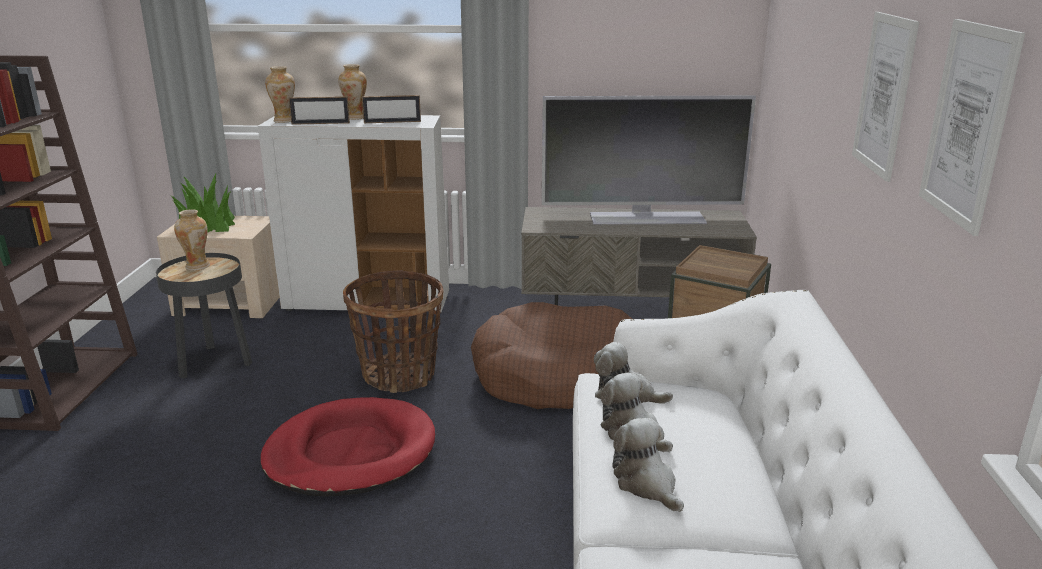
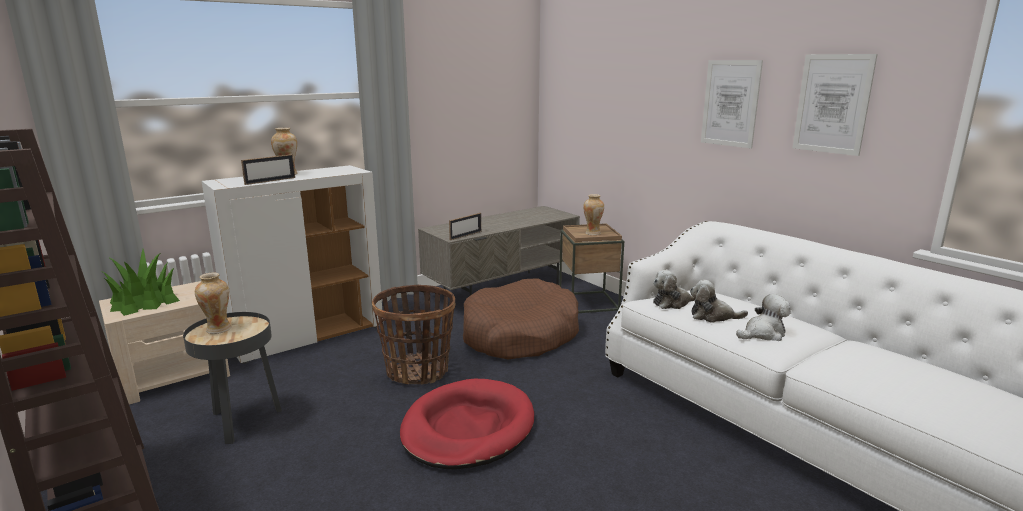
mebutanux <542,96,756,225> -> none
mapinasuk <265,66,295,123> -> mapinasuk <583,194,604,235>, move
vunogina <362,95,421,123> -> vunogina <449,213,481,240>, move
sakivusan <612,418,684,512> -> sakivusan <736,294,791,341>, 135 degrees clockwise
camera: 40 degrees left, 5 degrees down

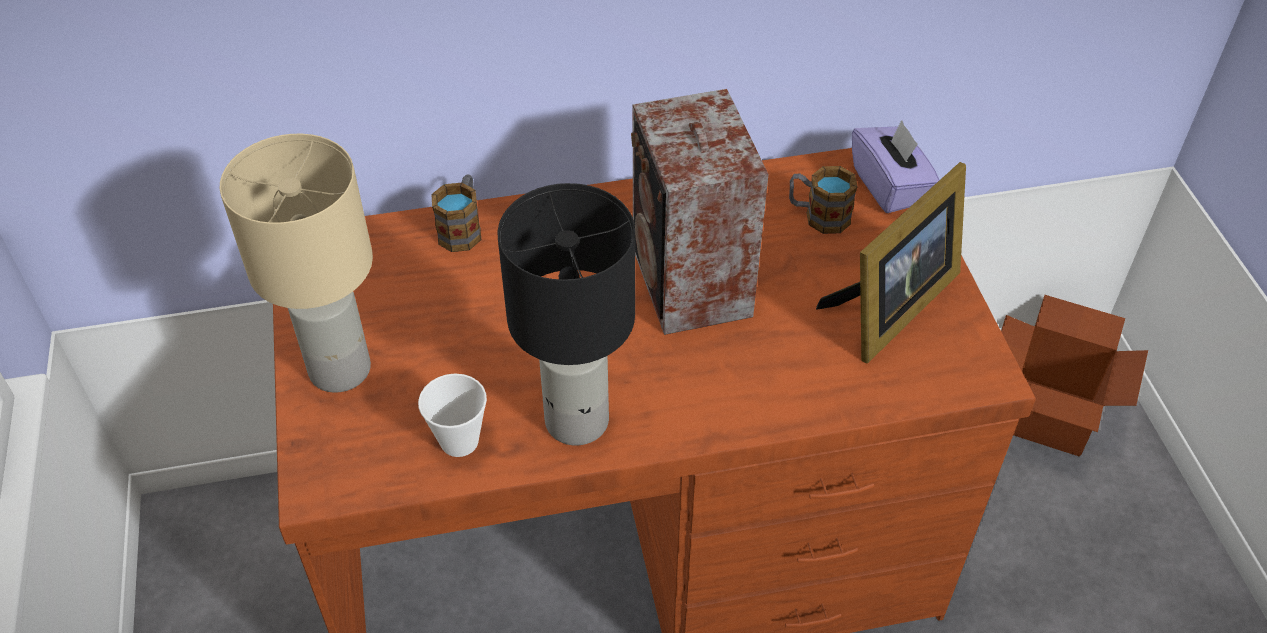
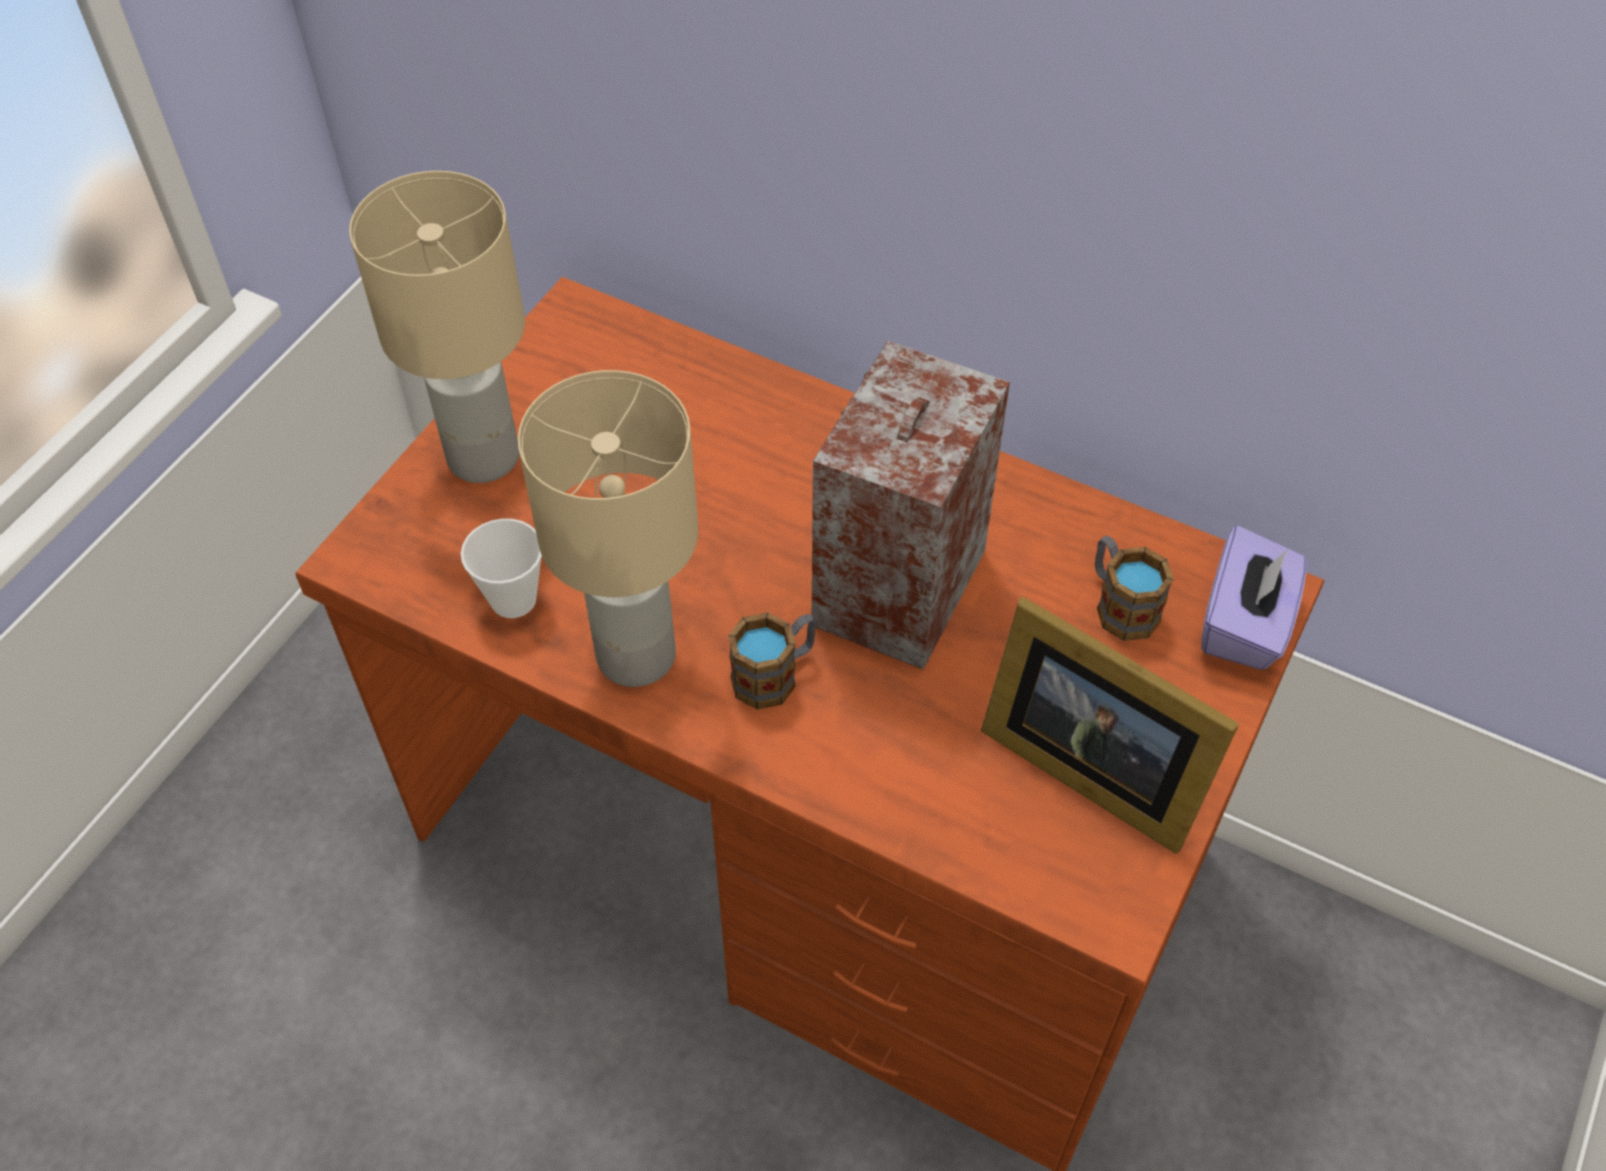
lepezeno <1001,295,1148,457> -> none
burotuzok <431,175,481,252> -> burotuzok <728,613,816,709>, move
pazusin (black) <498,183,635,445> -> pazusin (beige) <518,370,698,687>
vunogina <816,162,966,363> -> vunogina <981,597,1239,854>, 45 degrees clockwise
camera: 40 degrees right, 5 degrees up

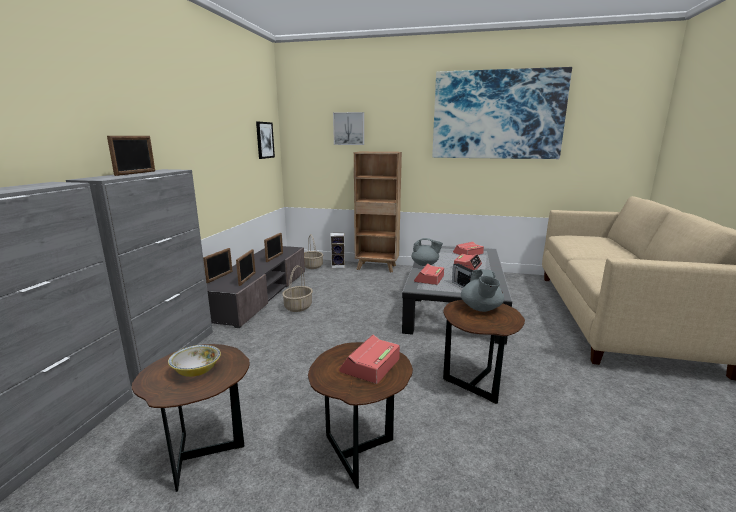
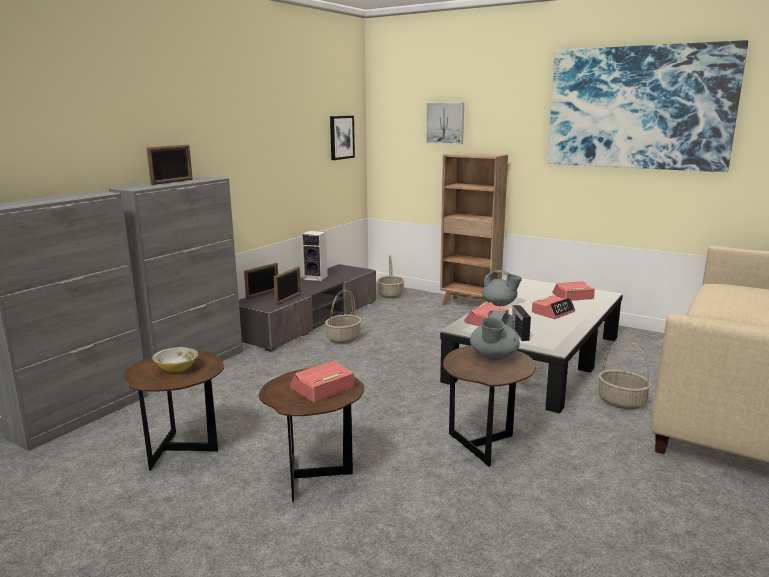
vunogina <264,233,283,262> -> none
none -> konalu <598,340,651,409>
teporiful <330,233,345,269> -> teporiful <302,231,328,281>, move
camera: 20 degrees right, 0 degrees up

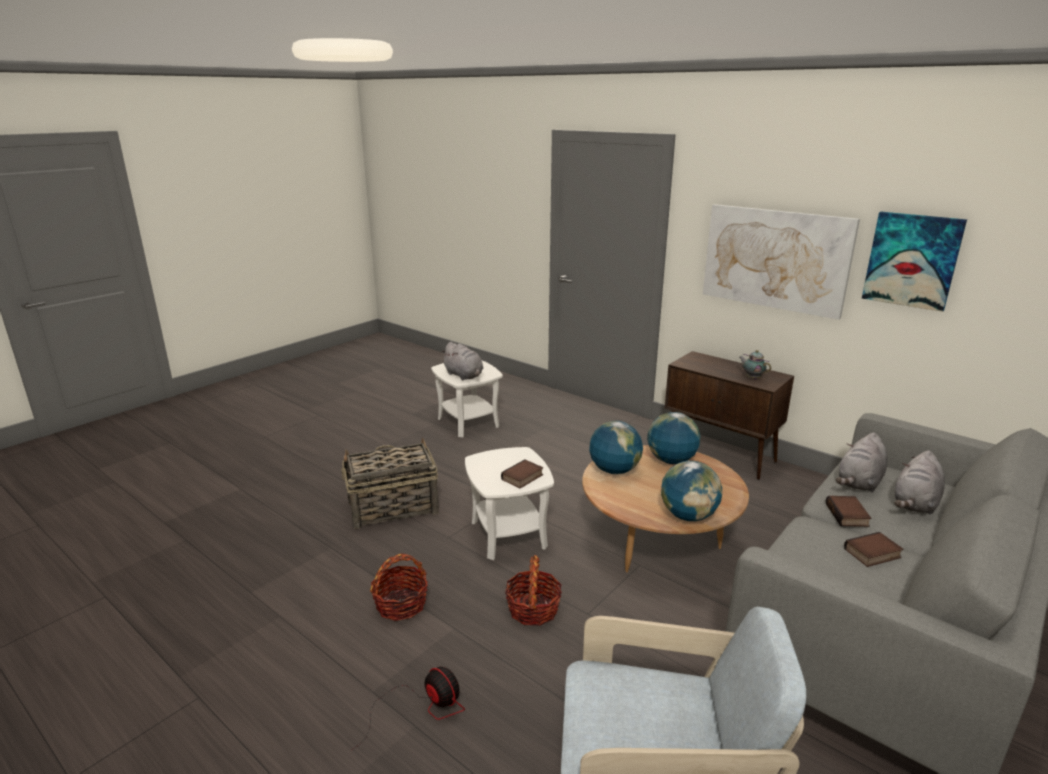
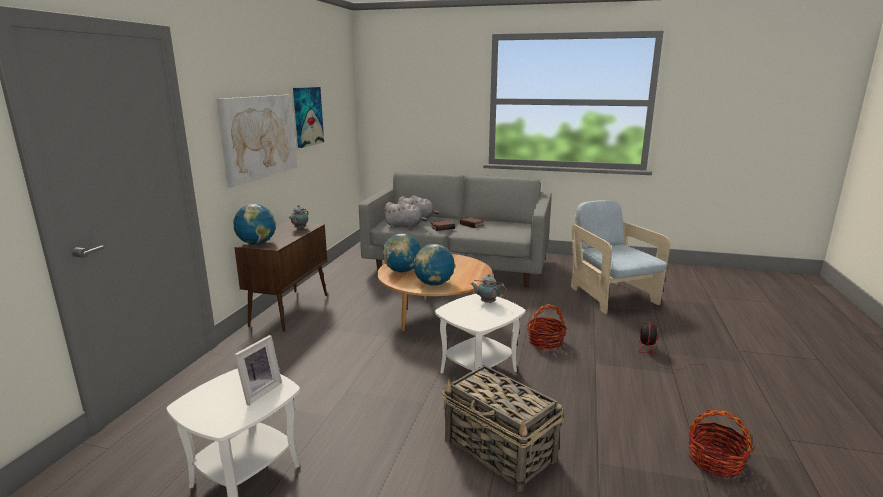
konalu <370,554,428,621> -> konalu <688,409,754,478>, move
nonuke <661,461,722,521> -> nonuke <234,204,276,245>, move
sakivusan (grey) <441,342,484,380> -> vunogina <234,335,282,406>
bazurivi <501,459,543,488> -> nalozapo <470,274,506,303>
camera: 115 degrees left, 5 degrees down

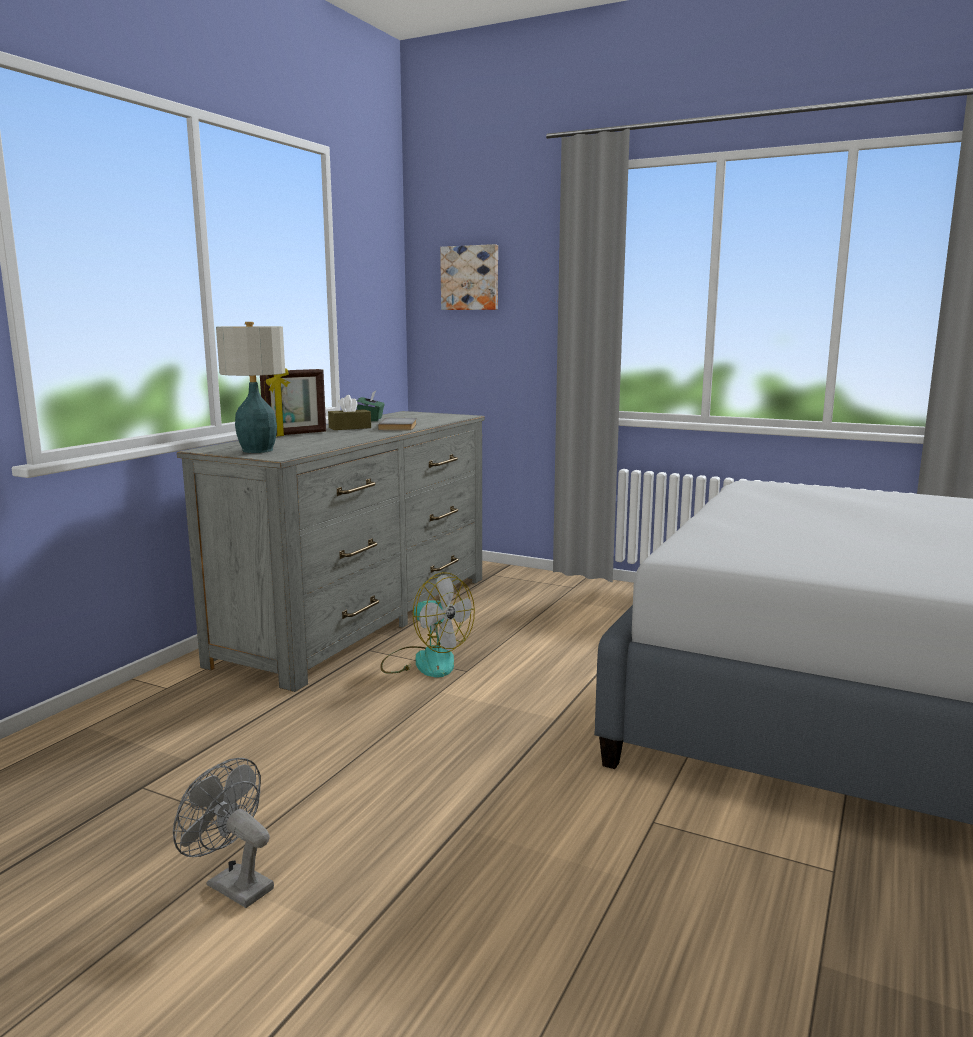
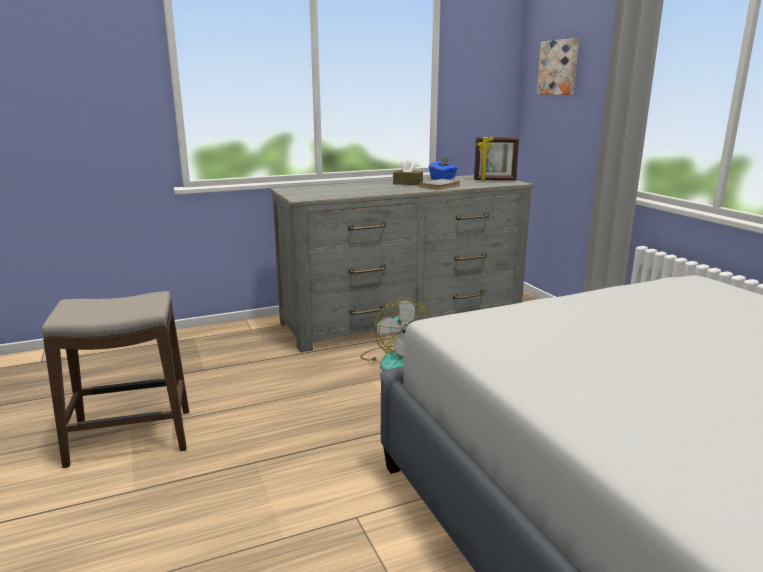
pazusin <216,322,285,453> -> none
vunogina <260,368,326,437> -> vunogina <474,136,519,181>, move
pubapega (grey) <173,758,274,908> -> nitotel <42,291,189,468>
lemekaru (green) <357,391,385,421> -> lemekaru (blue) <429,157,458,180>
camera: 40 degrees right, 5 degrees up

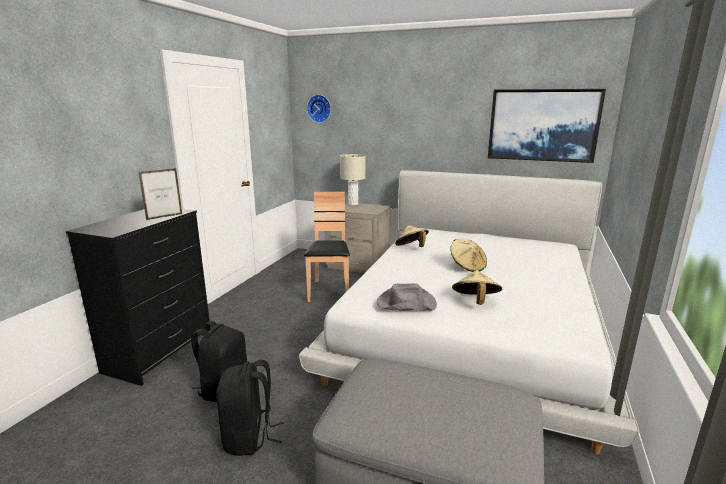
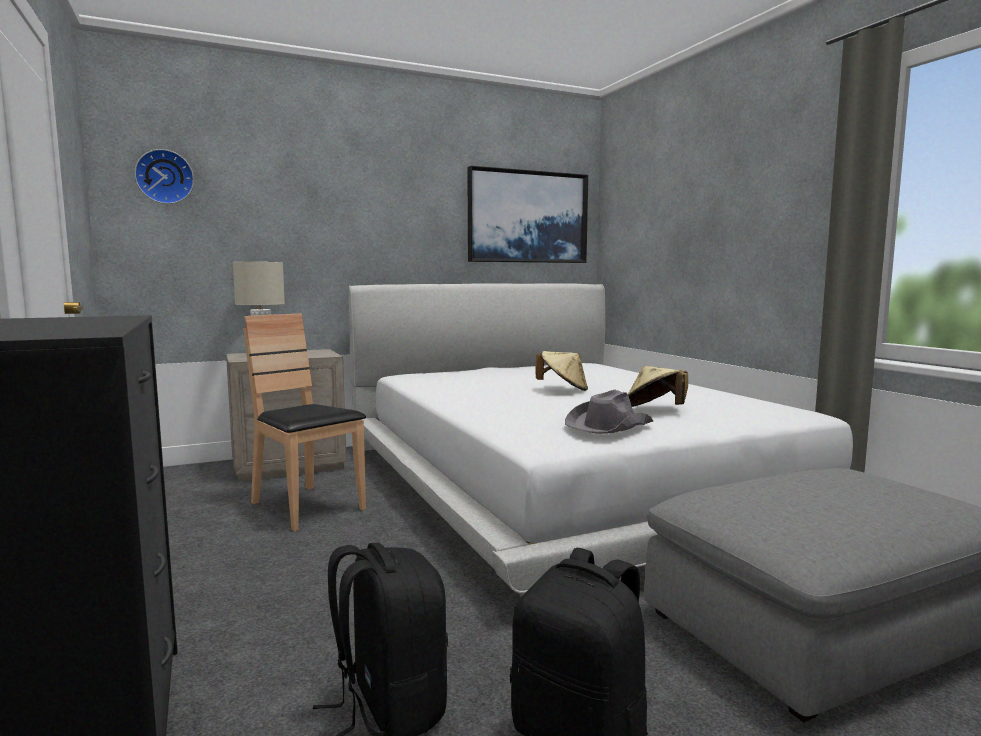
vunogina <138,168,182,220> -> none
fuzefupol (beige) <395,225,429,247> -> none
camera: 45 degrees left, 10 degrees down

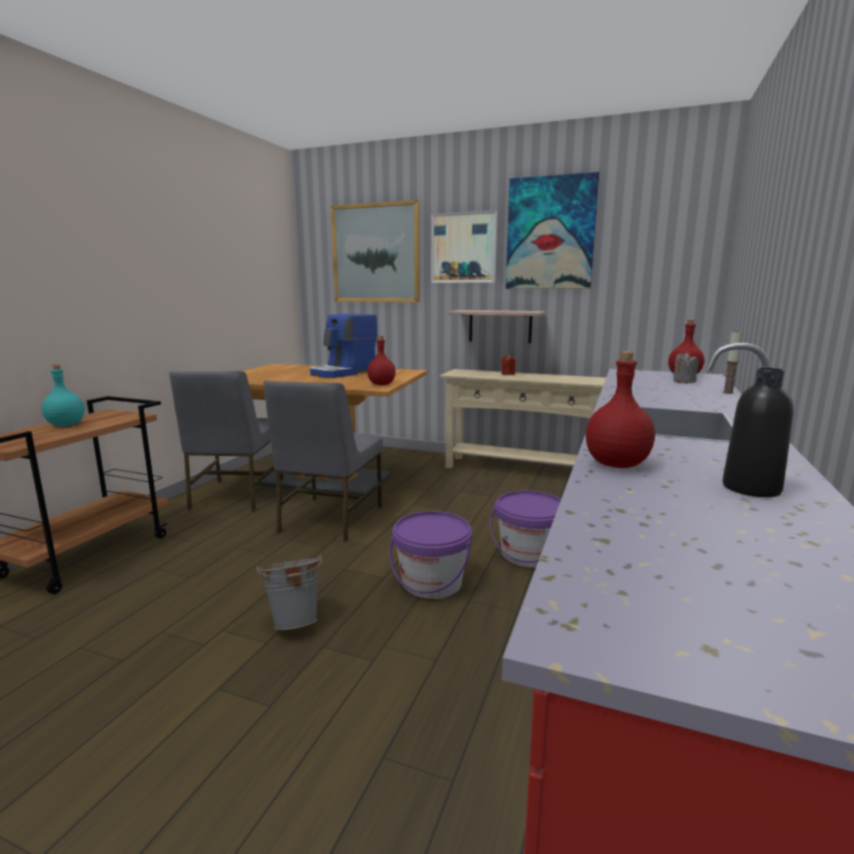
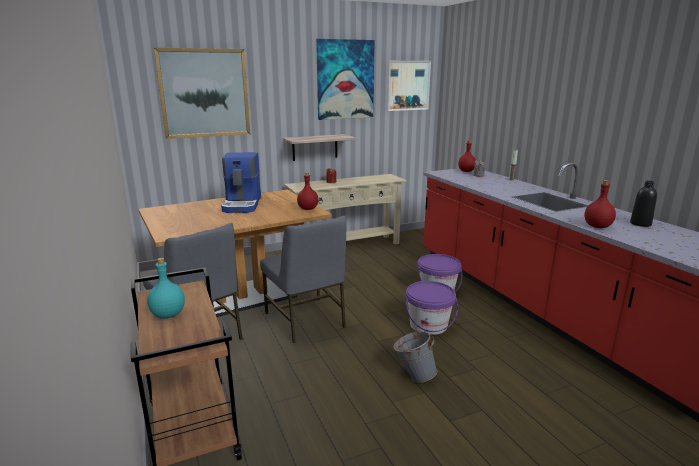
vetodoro <431,210,498,283> -> vetodoro <387,61,431,111>, move
camera: 45 degrees left, 5 degrees up

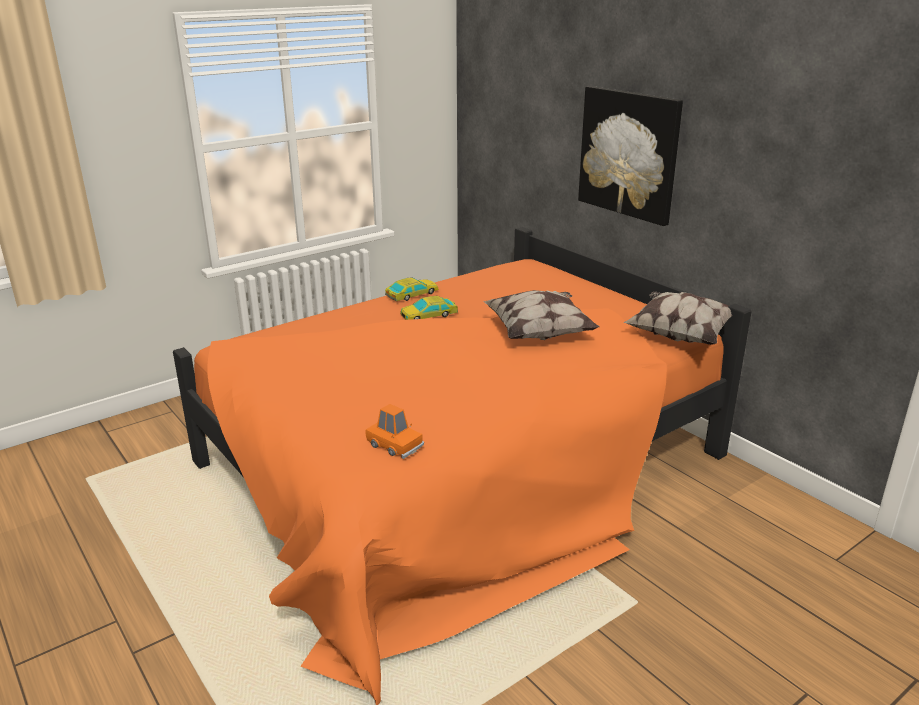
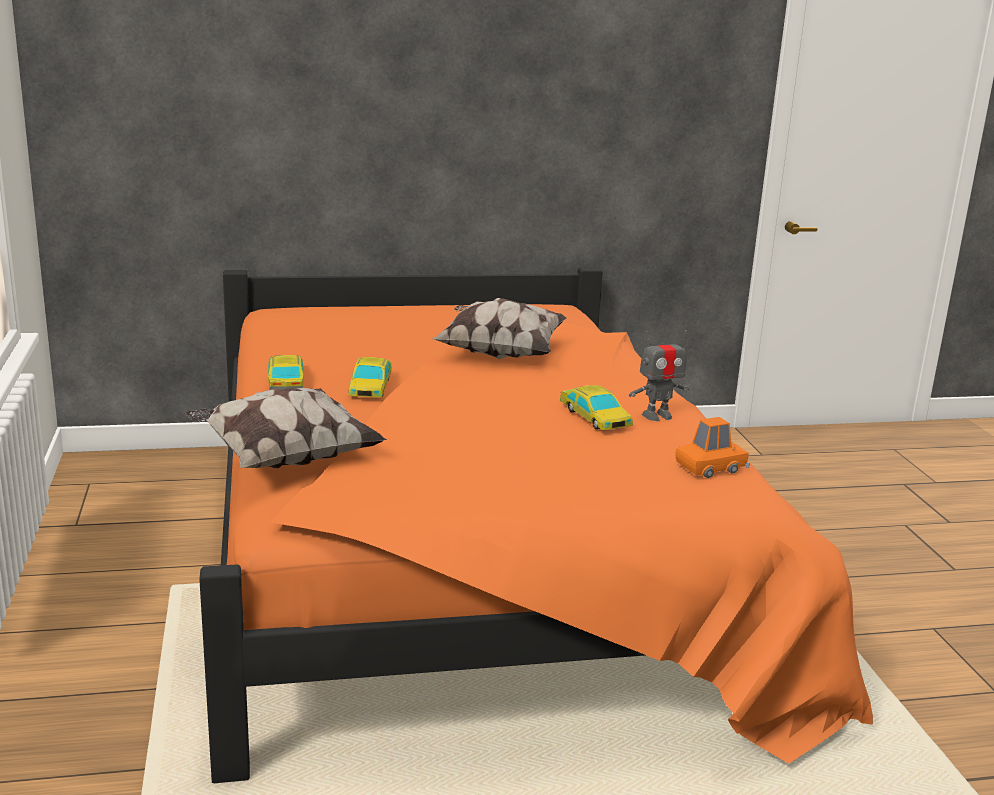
vetodoro <578,86,683,226> -> none
none -> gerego <559,385,633,430>
none -> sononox <629,330,689,421>
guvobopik <623,292,732,345> -> guvobopik <185,388,387,468>, move
camera: 65 degrees left, 5 degrees down

